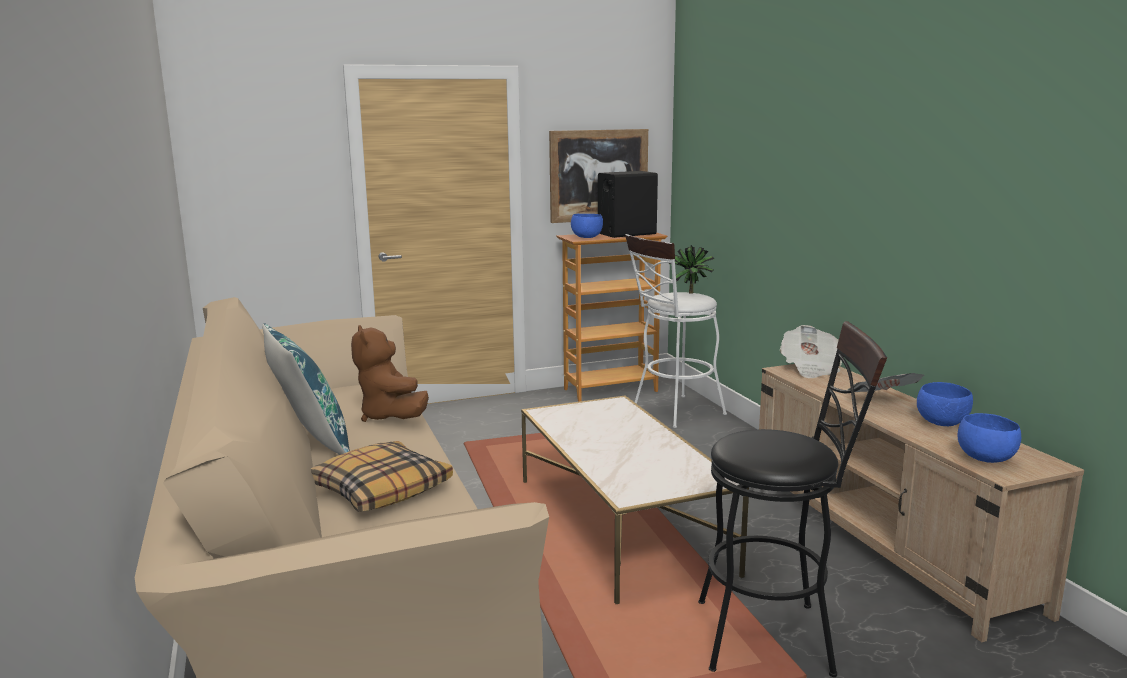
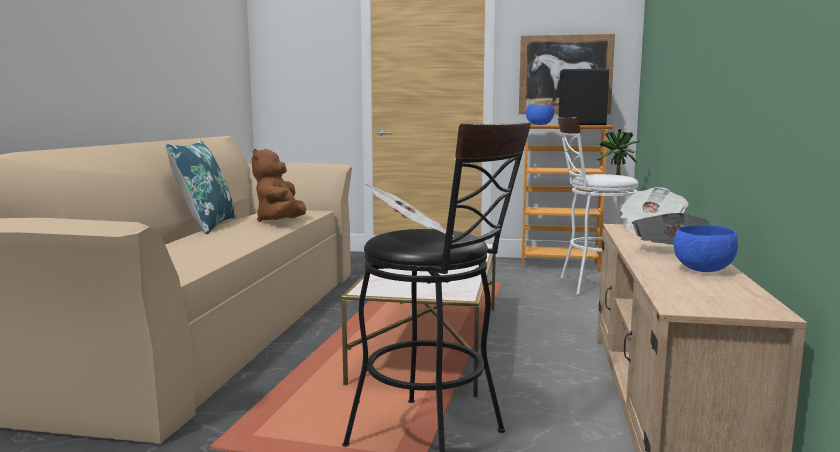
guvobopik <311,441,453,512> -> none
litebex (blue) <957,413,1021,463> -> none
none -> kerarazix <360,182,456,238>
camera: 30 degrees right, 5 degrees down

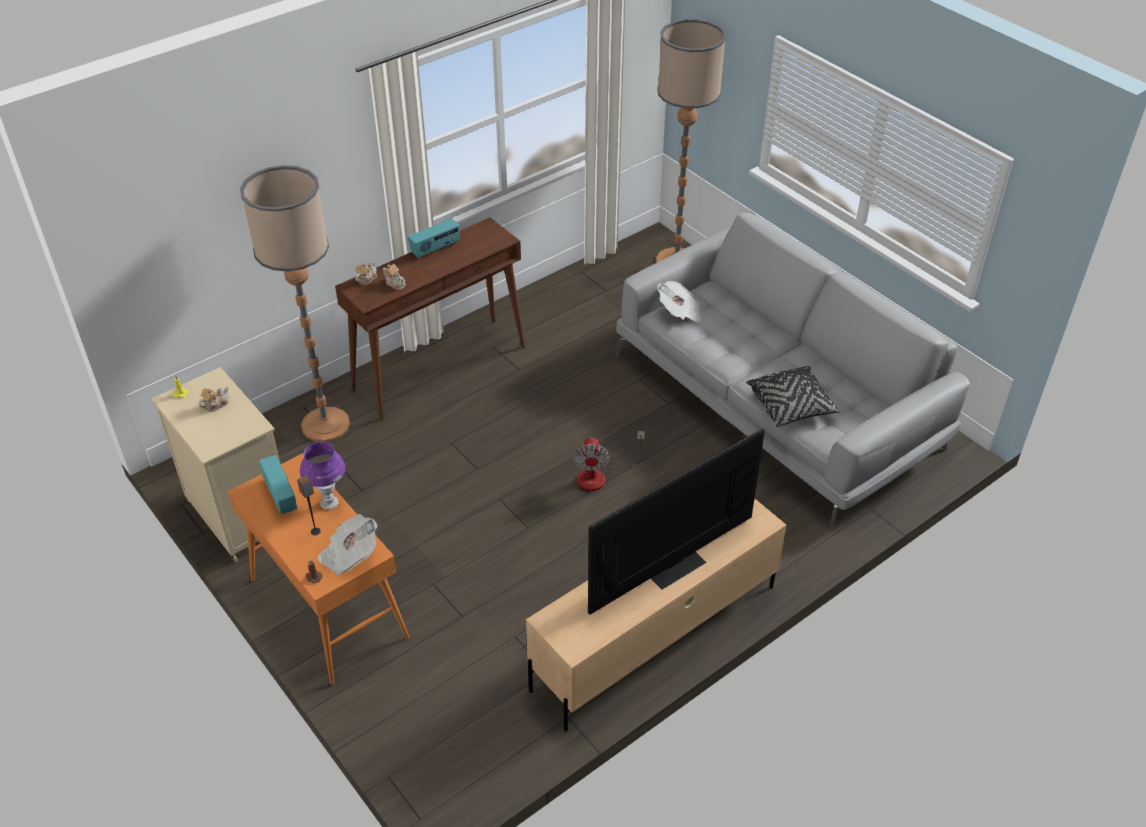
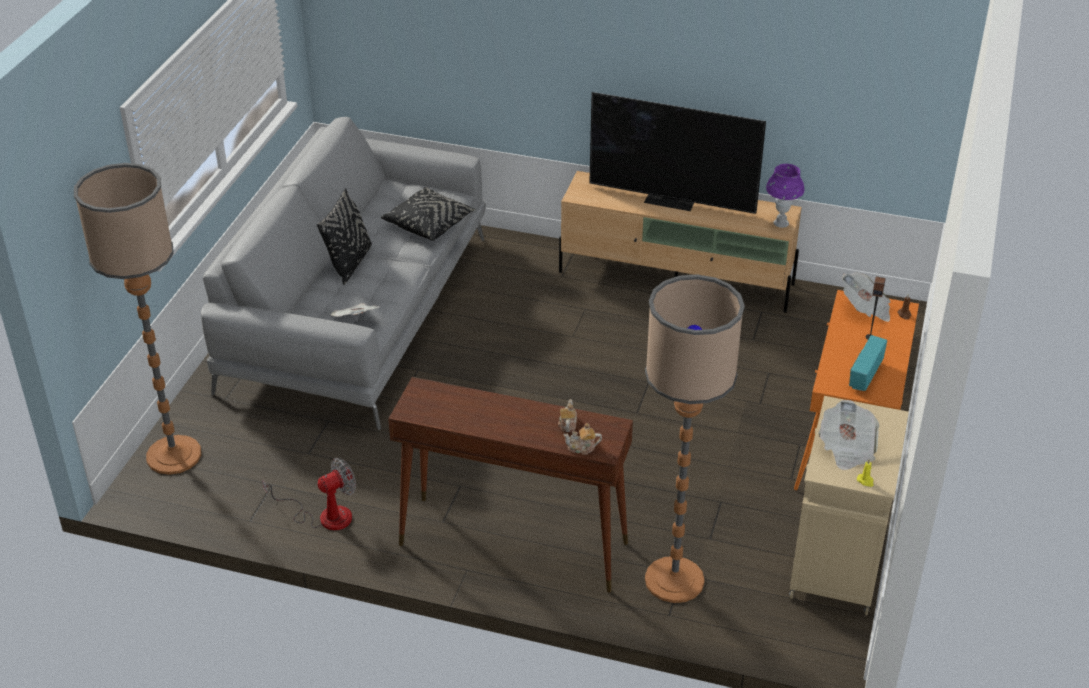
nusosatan <408,218,459,259> -> none
none -> guvobopik (black) <317,188,372,285>
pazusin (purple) <300,441,346,509> -> pazusin (purple) <766,164,804,228>, move
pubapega <573,431,645,491> -> pubapega <262,458,356,530>, move
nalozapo <198,387,229,412> -> kerarazix <819,400,879,470>
camera: 125 degrees left, 5 degrees down

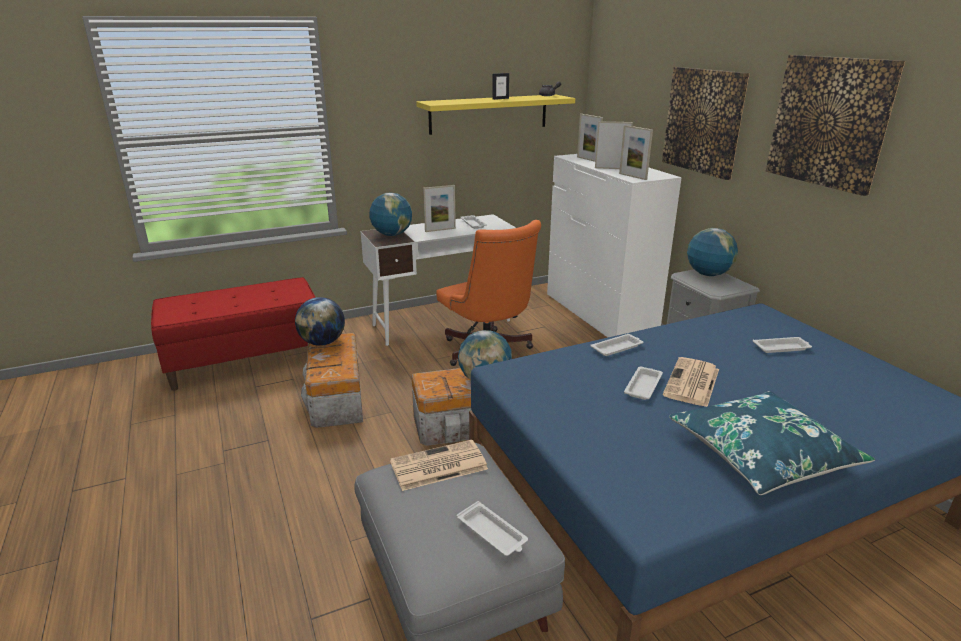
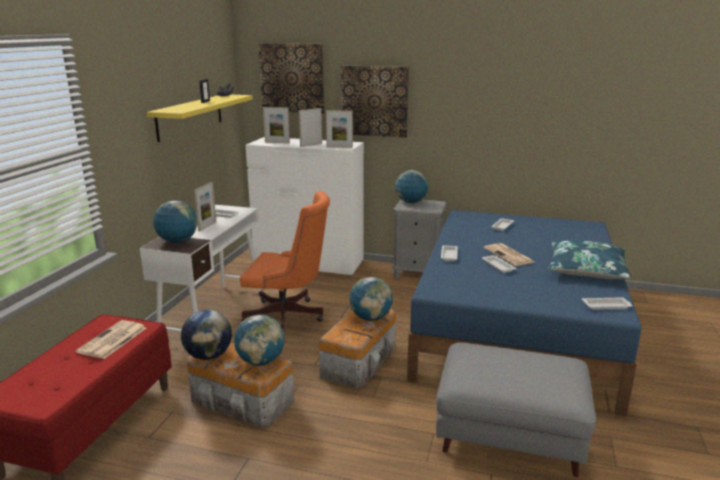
none -> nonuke <234,314,285,366>
kerarazix <390,440,488,491> -> kerarazix <76,320,146,359>, move
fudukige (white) <457,501,528,556> -> fudukige (white) <582,297,632,310>, move
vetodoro <766,55,905,196> -> vetodoro <259,43,324,114>, move
camera: 50 degrees left, 5 degrees down

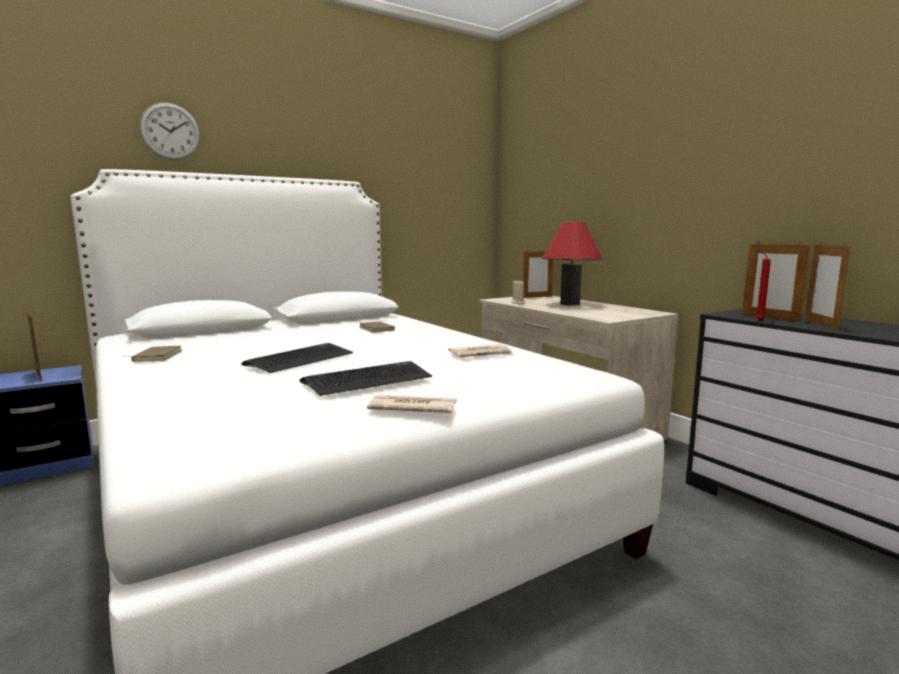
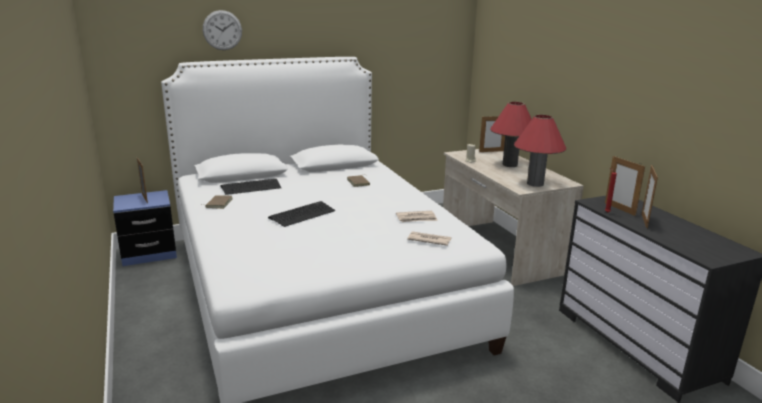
none -> pazusin (red) <514,115,566,187>
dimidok <300,361,432,396> -> dimidok <220,179,281,195>, move
kerarazix <367,395,456,413> -> kerarazix <407,231,452,246>, move
camera: 10 degrees right, 10 degrees up

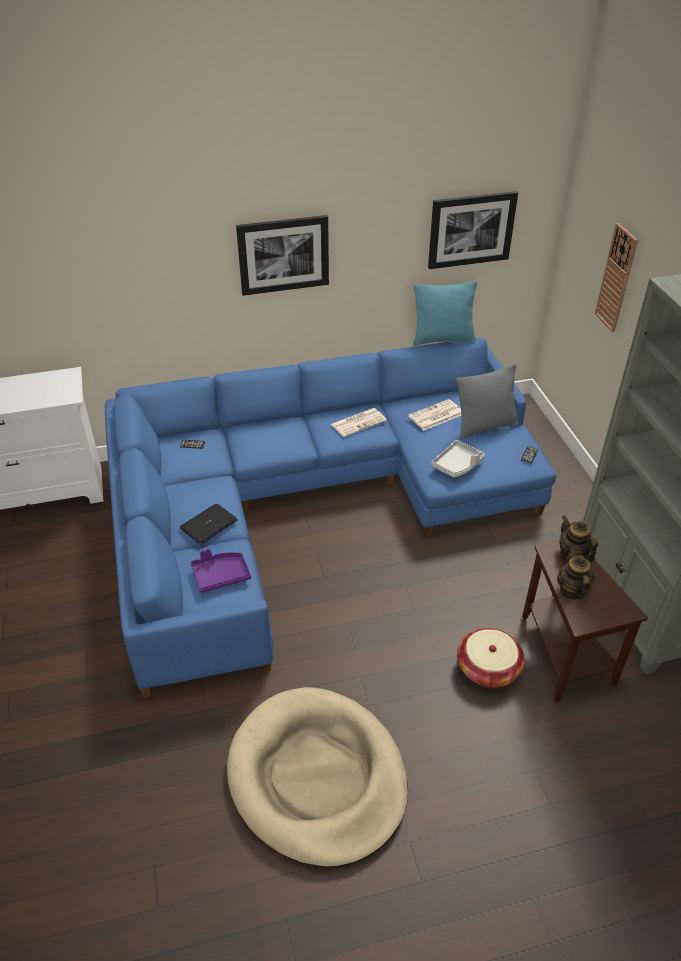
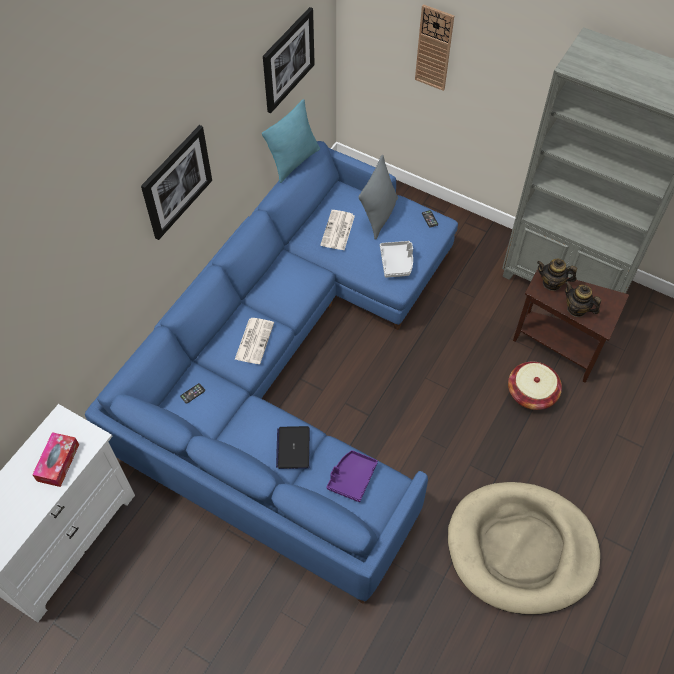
none -> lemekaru <32,432,79,487>
kerarazix <331,408,387,437> -> kerarazix <235,318,274,364>, move
camera: 45 degrees left, 15 degrees up

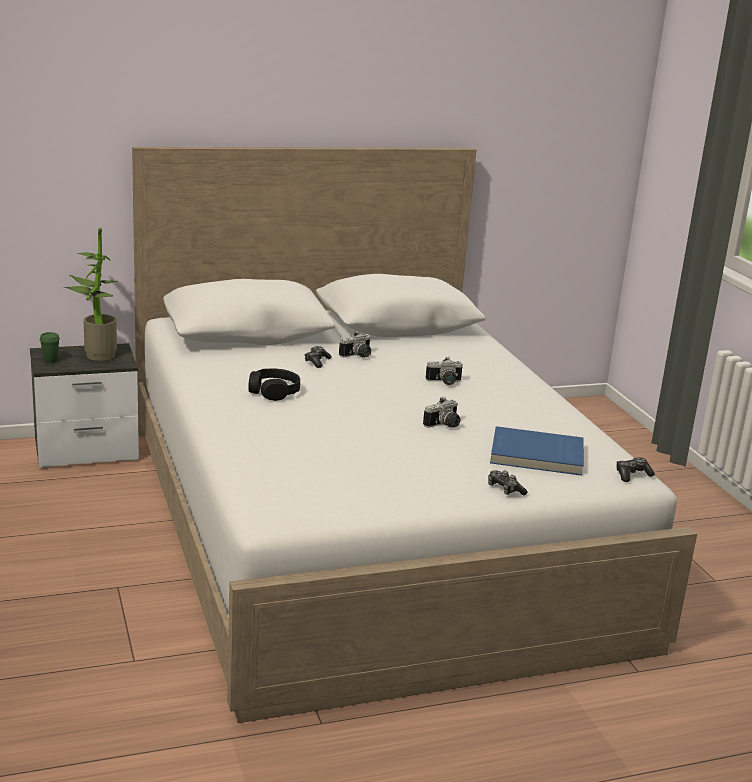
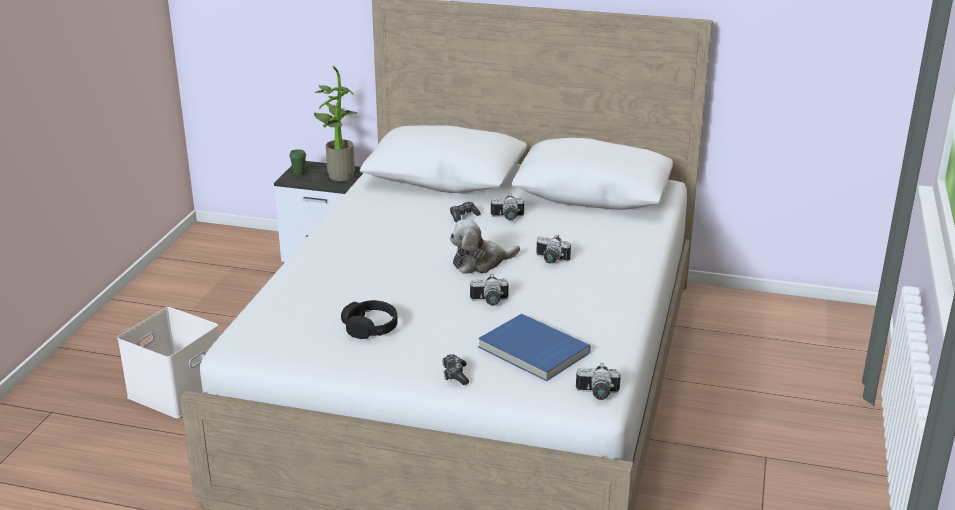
none -> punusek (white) <117,307,219,418>
none -> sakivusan <449,219,520,274>
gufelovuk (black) <248,368,300,401> -> gufelovuk (black) <341,300,398,339>, move
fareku <616,457,655,482> -> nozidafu <576,363,621,400>
camera: 35 degrees right, 5 degrees up

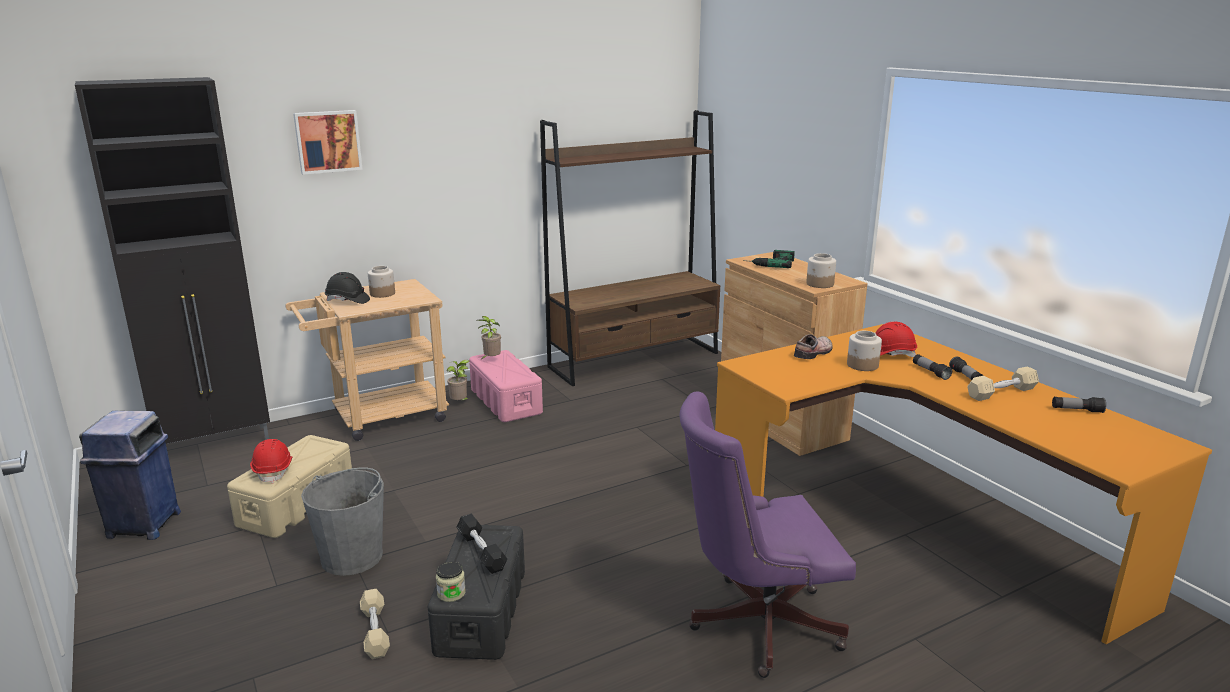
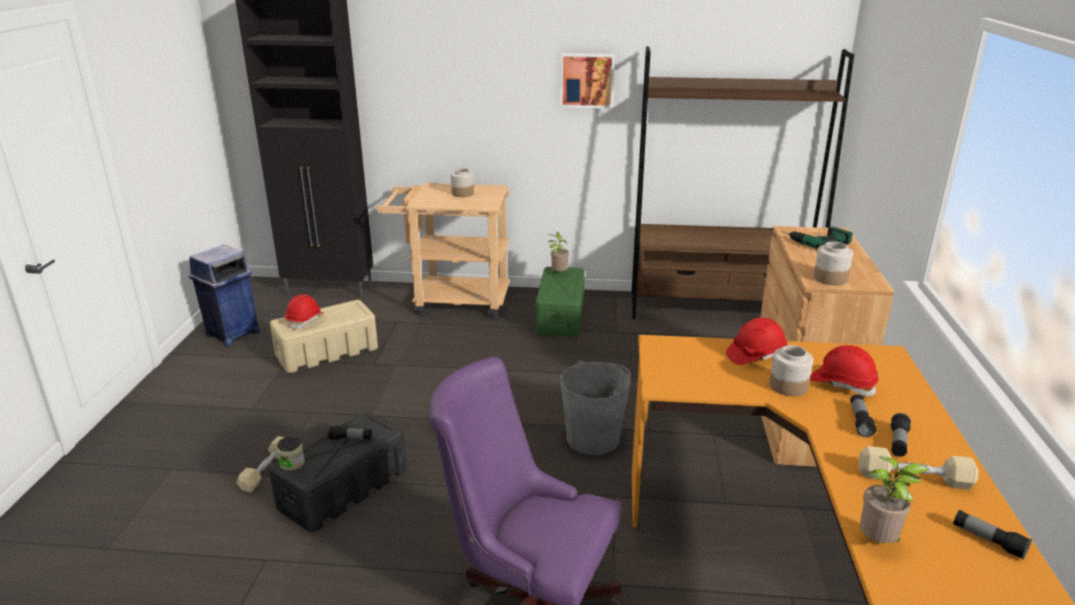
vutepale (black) <325,272,370,304> -> none
vetodoro <293,110,363,175> -> vetodoro <560,53,615,108>, move
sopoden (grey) <301,468,384,576> -> sopoden (grey) <560,361,631,455>, move
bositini <447,360,469,401> -> bositini <860,456,929,544>, move
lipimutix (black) <456,514,507,574> -> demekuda <327,426,372,440>
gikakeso <794,334,833,359> -> vutepale (red) <726,317,787,365>
punusek (pink) <469,350,543,422> -> punusek (green) <536,267,585,337>
camera: 35 degrees right, 5 degrees up

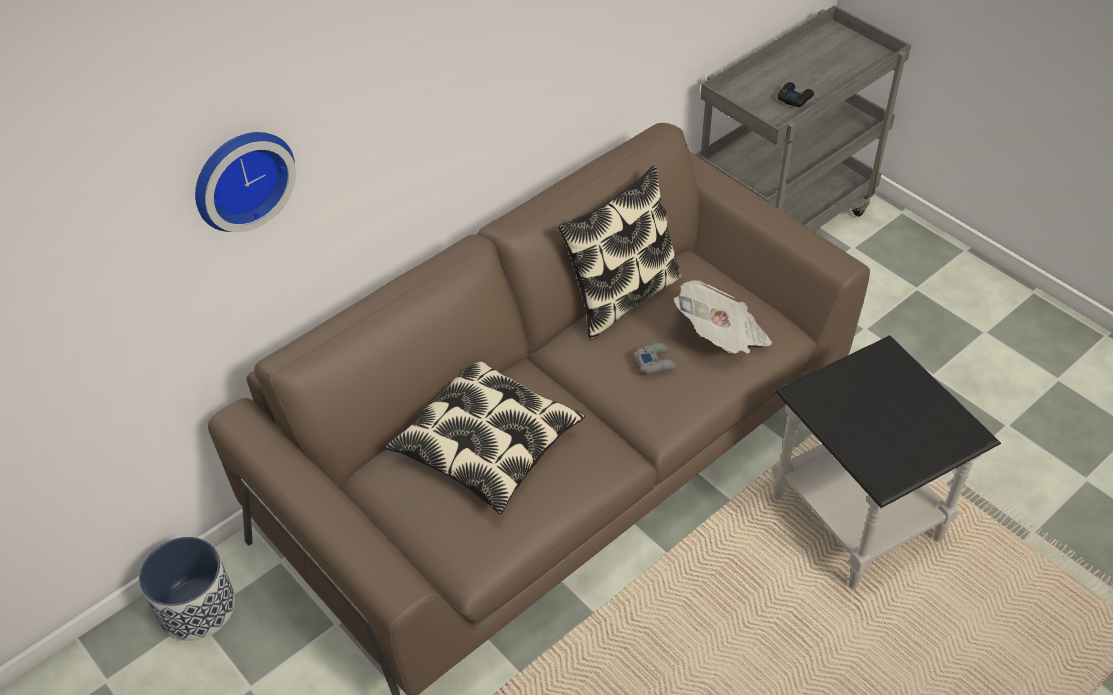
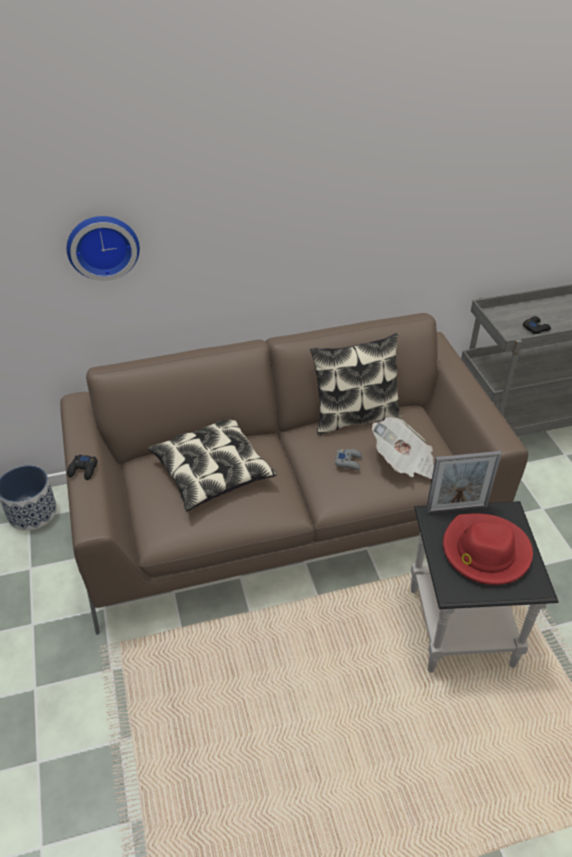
none -> fareku (black) <67,454,98,480>
none -> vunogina <426,451,502,513>
none -> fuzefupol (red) <443,513,533,585>
camera: 25 degrees right, 5 degrees down

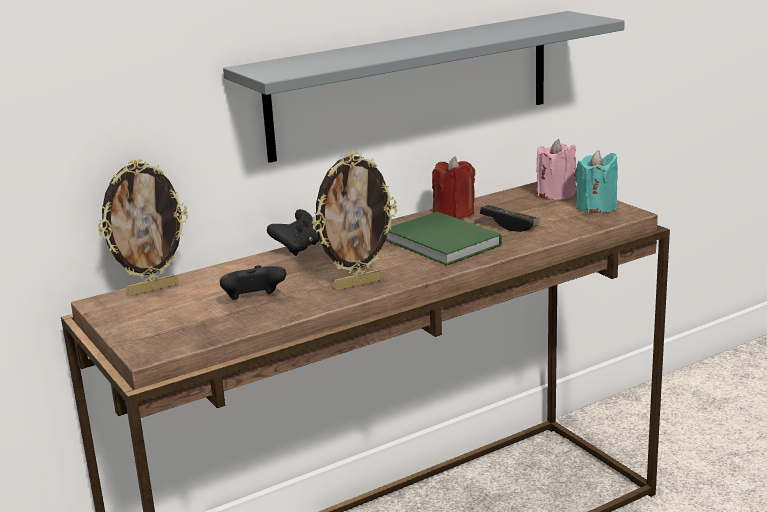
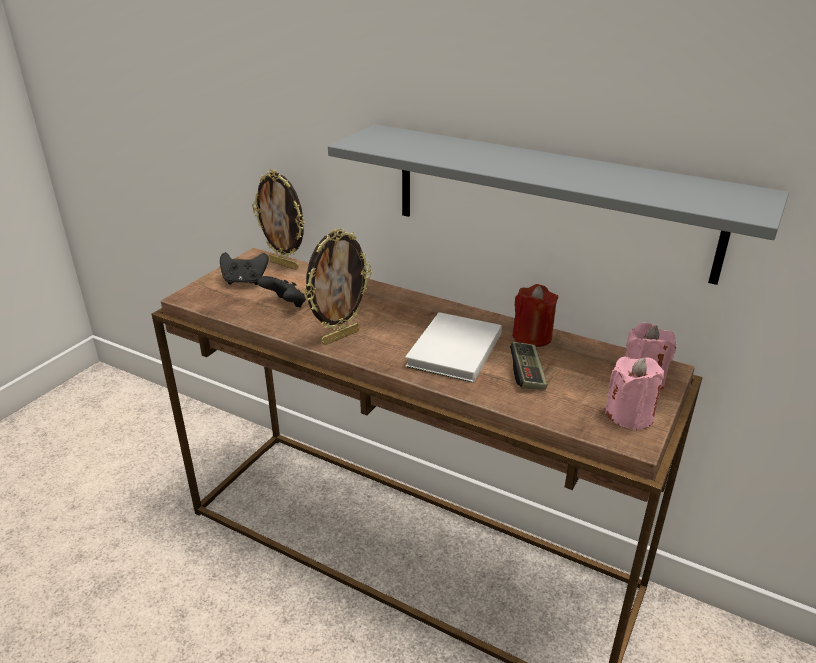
fareku (black) <267,209,320,256> -> fareku (black) <220,252,269,285>, move
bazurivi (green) <385,212,502,265> -> bazurivi (white) <405,312,502,383>
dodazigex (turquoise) <575,150,618,213> -> dodazigex (pink) <604,356,664,430>
vunogina <312,152,397,290> -> vunogina <304,228,372,345>, 75 degrees counterclockwise
camera: 60 degrees right, 10 degrees up

